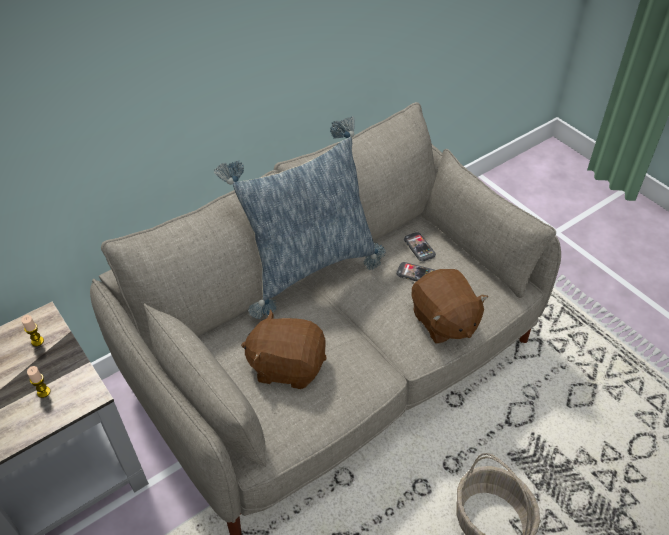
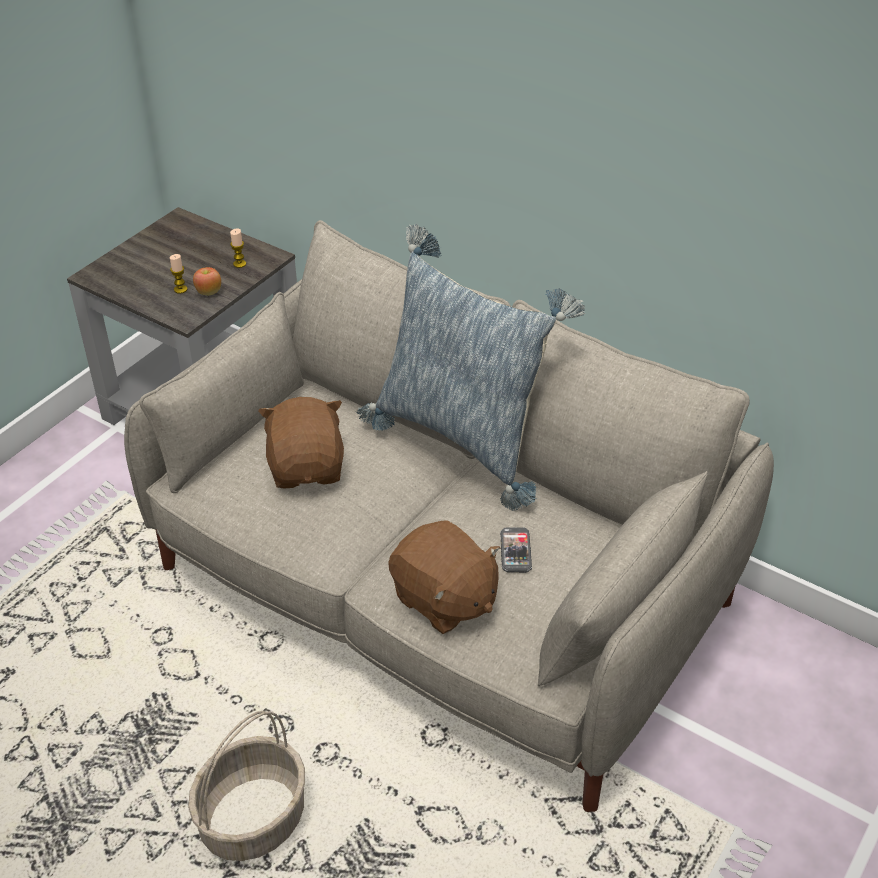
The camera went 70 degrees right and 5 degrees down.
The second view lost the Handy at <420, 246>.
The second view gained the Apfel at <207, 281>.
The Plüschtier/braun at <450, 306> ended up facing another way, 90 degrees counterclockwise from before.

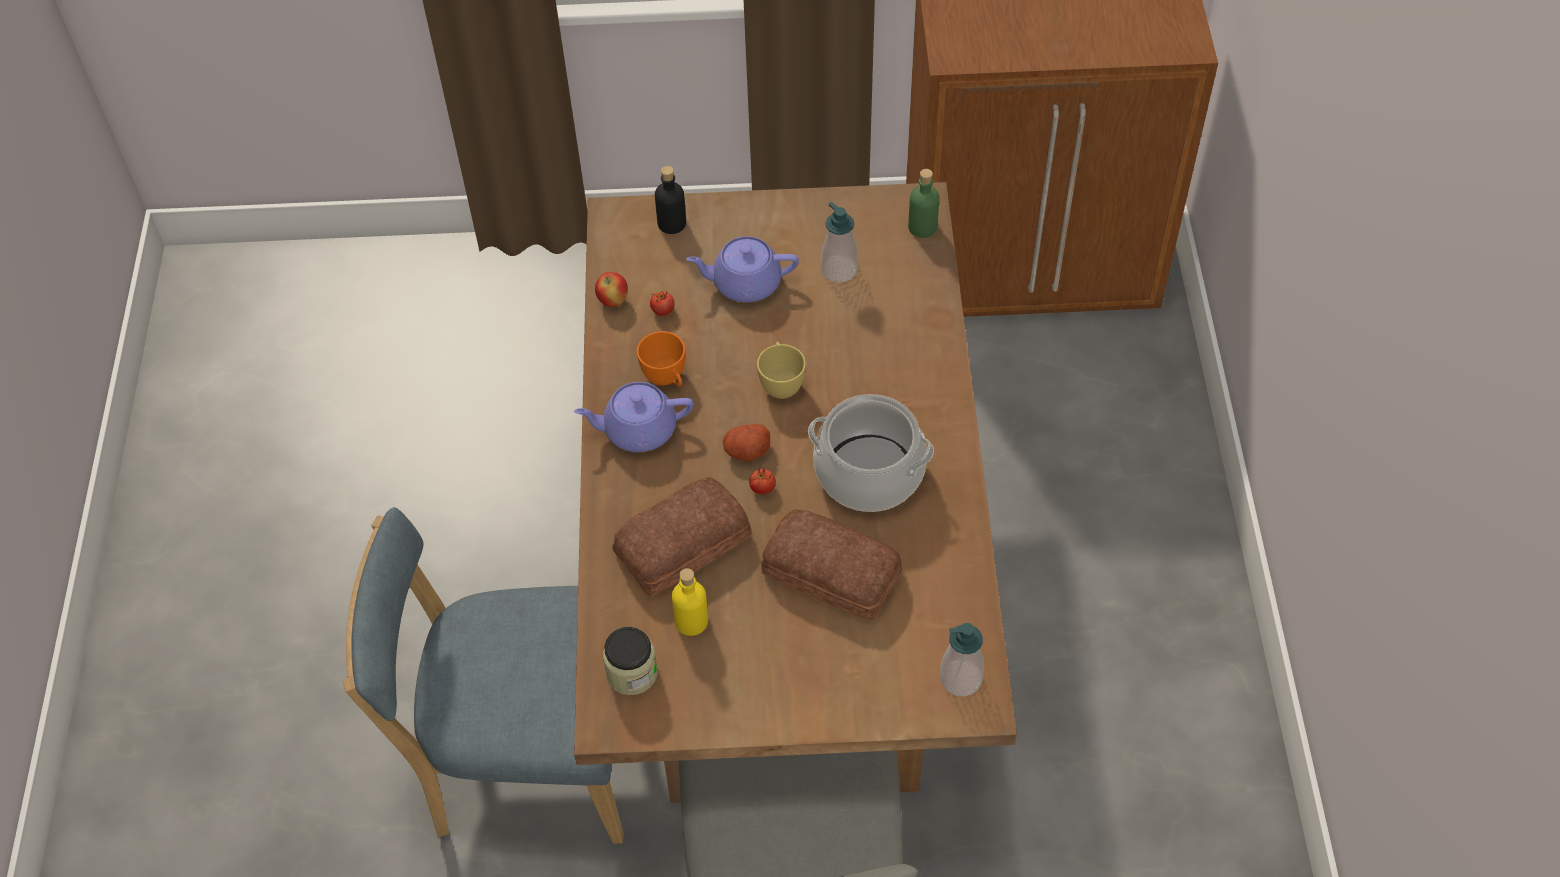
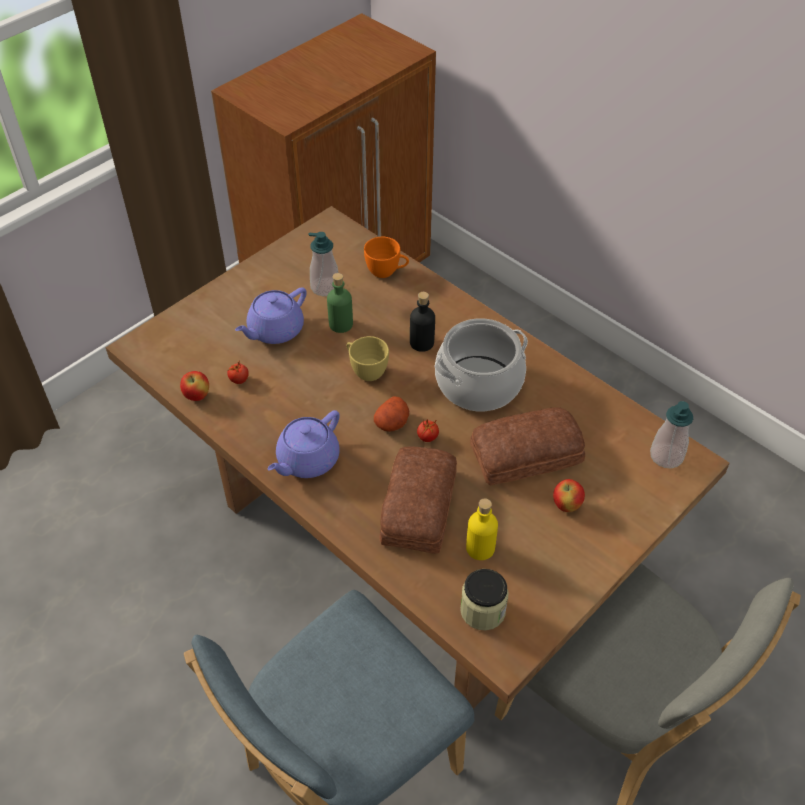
The camera went 45 degrees left and 5 degrees down.
The second view gained the Apfel at <569, 495>.
The Tasse/orange ended up elsewhere, having gone from <661, 358> to <386, 257>.
The Flasche/schwarz ended up elsewhere, having gone from <670, 200> to <422, 322>.
The Flasche/grün ended up elsewhere, having gone from <923, 203> to <340, 303>.

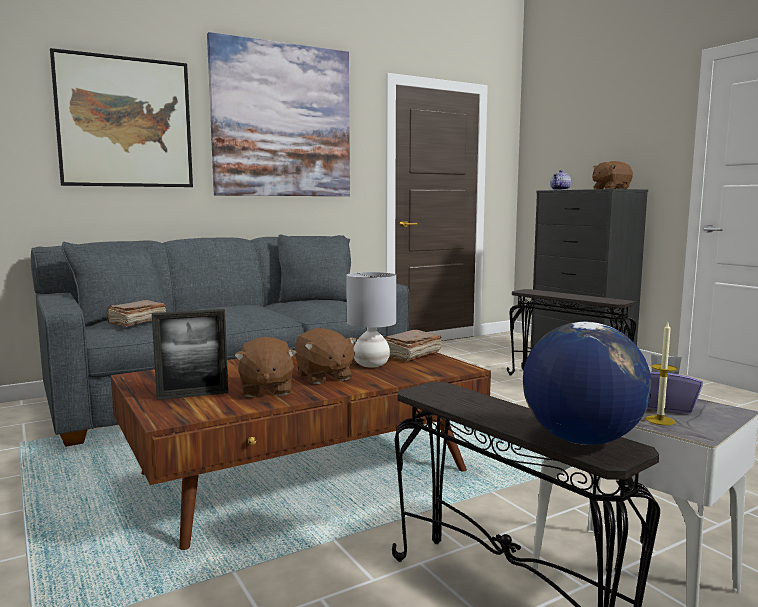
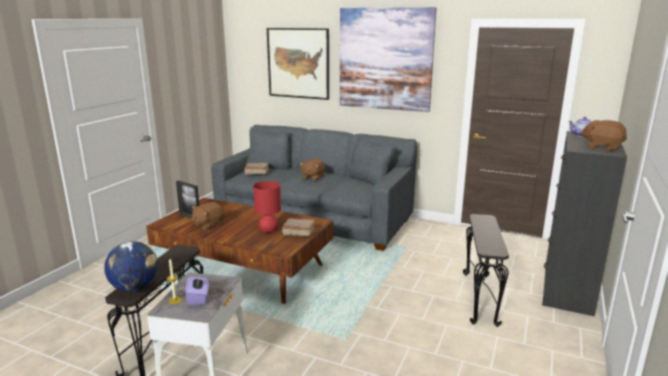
The camera went 55 degrees right and 10 degrees up.
The Plüschtier/braun ended up elsewhere, having gone from <326, 356> to <312, 169>.
What was the Tischlampe/grau at <371, 320> turned into the Tischlampe/rot at <267, 207>.

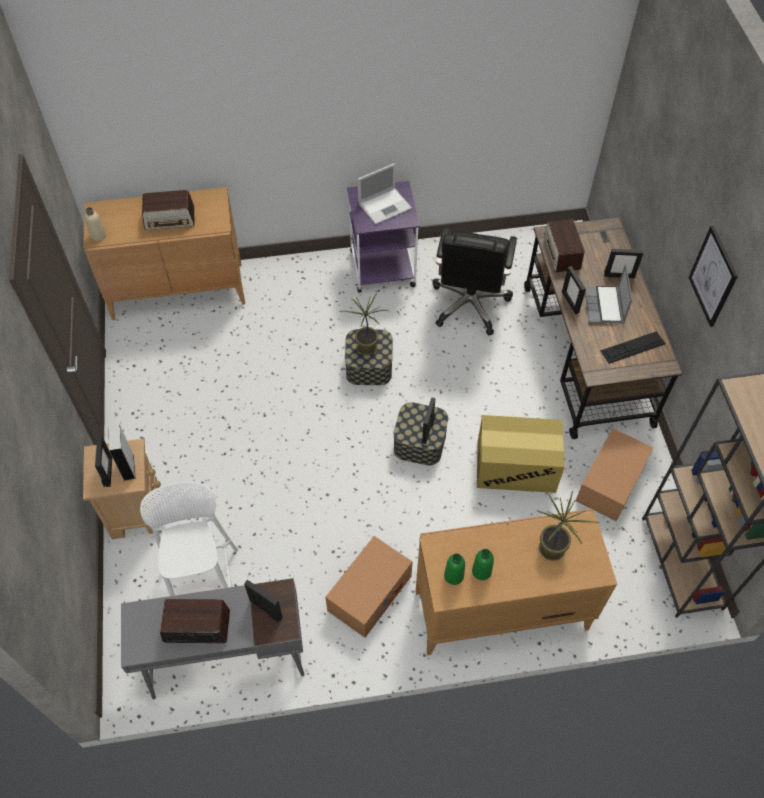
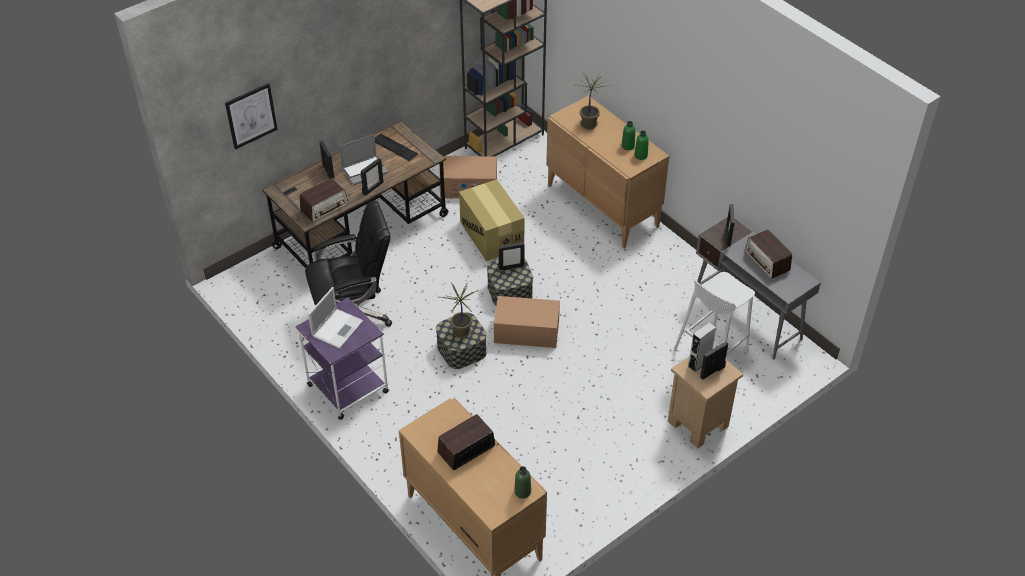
The camera went 120 degrees left and 10 degrees down.
The Karton ended up elsewhere, having gone from <369, 587> to <527, 322>.
The Bild ended up elsewhere, having gone from <713, 276> to <251, 116>.
What was the Flasche/beige at <95, 224> turned into the Flasche/grün at <522, 482>.
The Radio at <168, 210> ended up facing another way, 90 degrees counterclockwise from before.
The Laptop at <385, 194> ended up facing another way, 90 degrees clockwise from before.

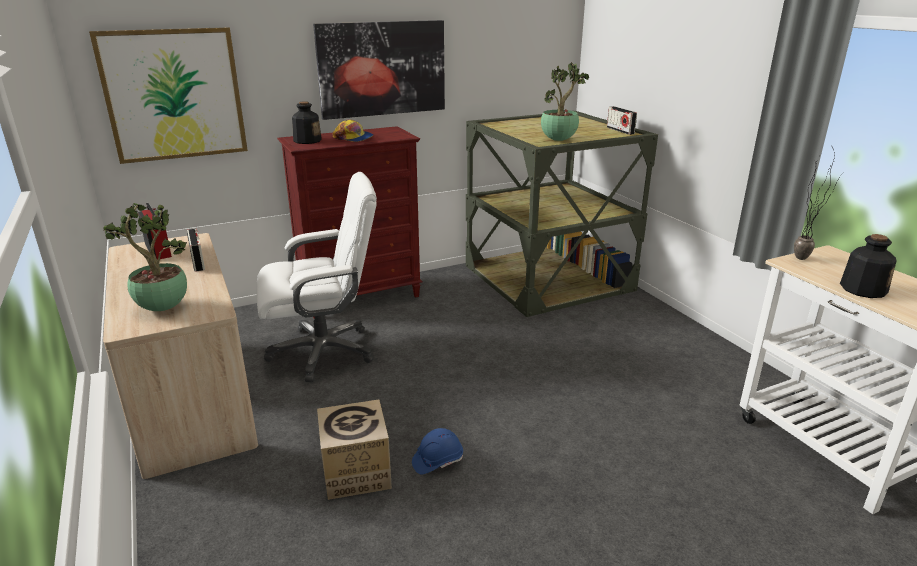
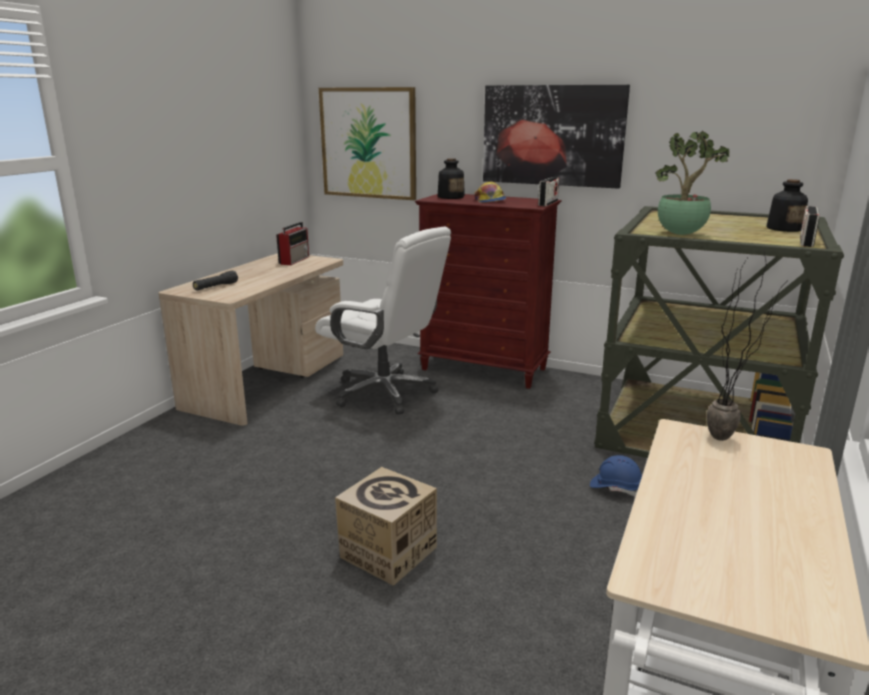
The camera went 50 degrees right and 5 degrees down.
The Radio ended up elsewhere, having gone from <196, 250> to <548, 191>.
The Karton ended up elsewhere, having gone from <354, 450> to <386, 526>.
The Schutzhelm/blau ended up elsewhere, having gone from <437, 451> to <616, 475>.
The Flasche ended up elsewhere, having gone from <868, 266> to <787, 205>.
Where the Topfpflanze stood at <145, 257>, the Taschenlampe/schwarz came to stand at <215, 280>.

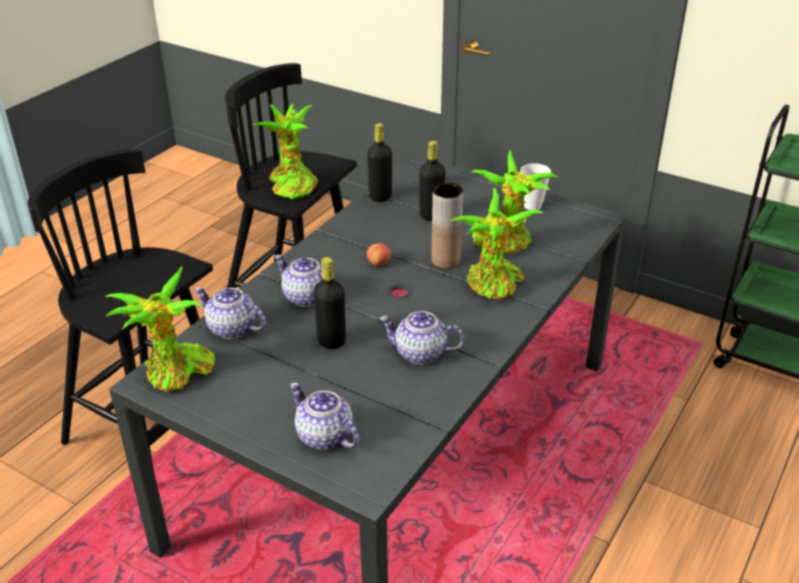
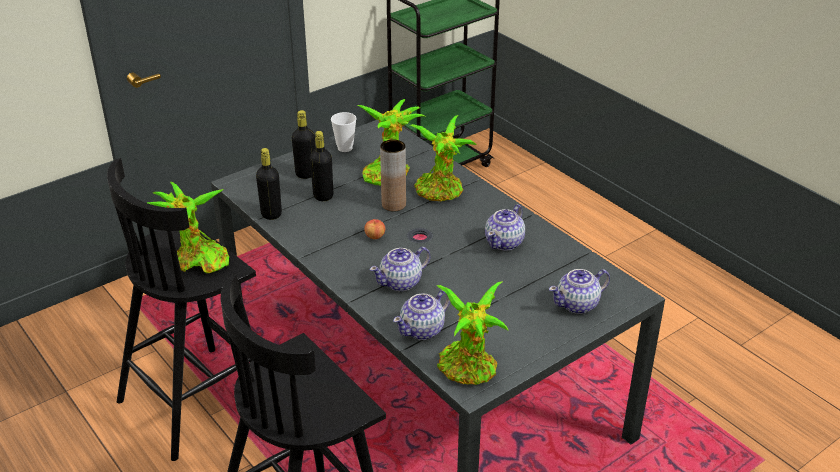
The camera went 70 degrees left and 0 degrees up.
The Flasche/schwarz ended up elsewhere, having gone from <329, 303> to <304, 144>.

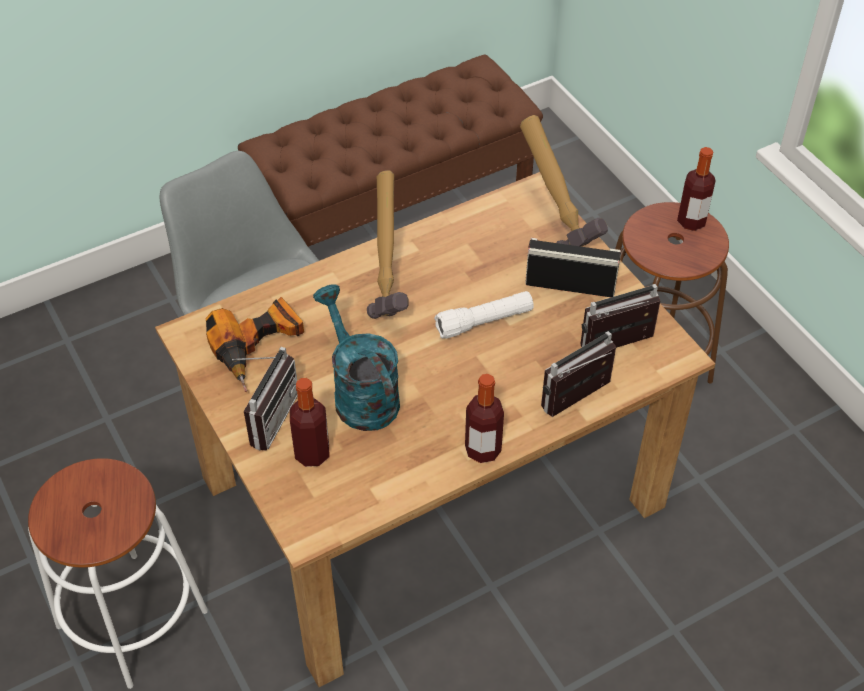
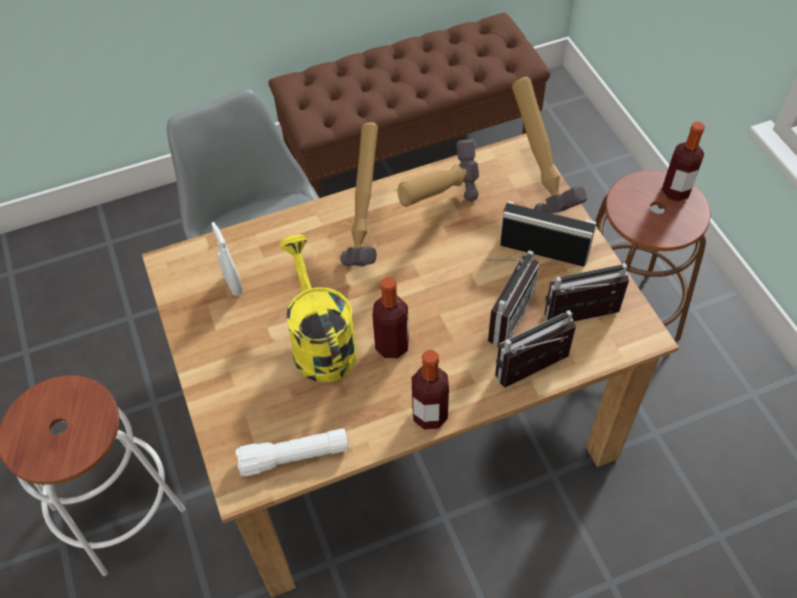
The camera went 10 degrees right and 5 degrees up.
The second view gained the Hammer at <438, 173>.
The Radio ended up elsewhere, having gone from <265, 399> to <512, 298>.
The Flasche ended up elsewhere, having gone from <309, 422> to <390, 318>.
The Taschenlampe/weiß ended up elsewhere, having gone from <484, 315> to <292, 452>.
Where the Bohrmaschine stood at <255, 344>, the Sprühflasche/weiß came to stand at <227, 259>.
What was the Gießkanne/türkis at <356, 357> turned into the Gießkanne/gelb at <318, 308>.

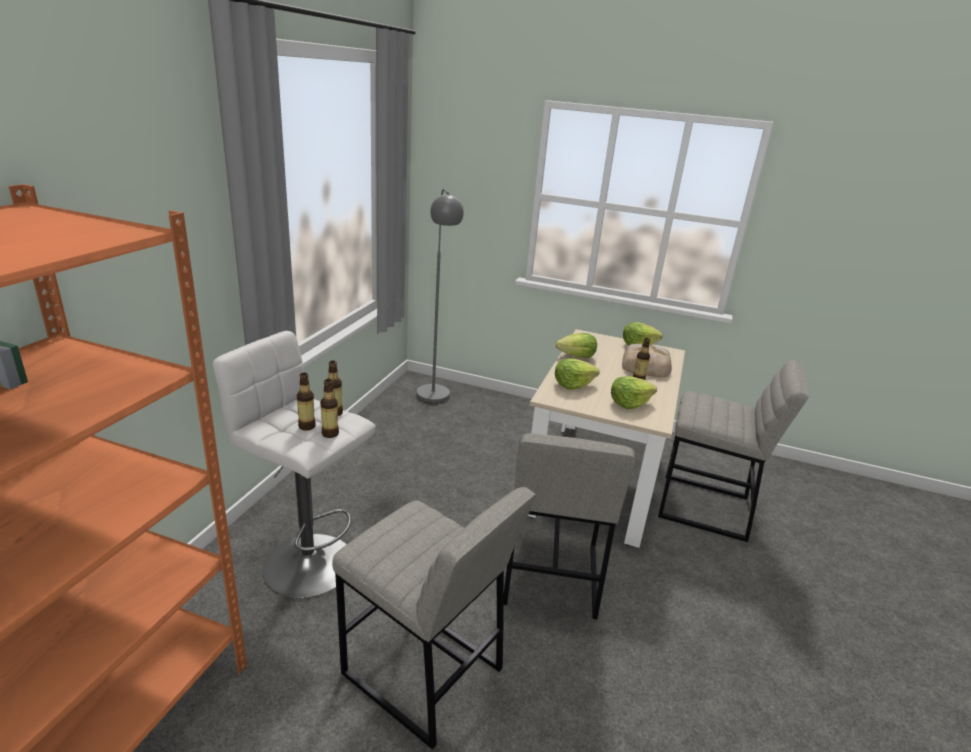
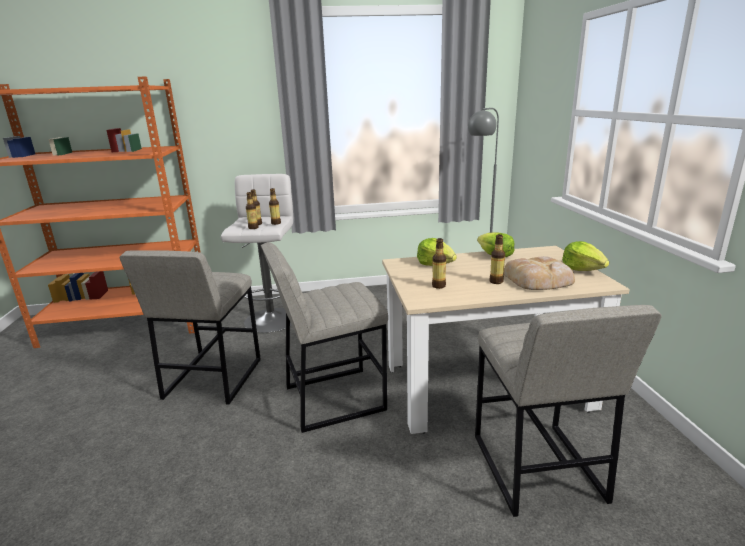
The camera went 65 degrees right and 5 degrees down.
Where the Salatkopf stood at <634, 392>, the Flasche came to stand at <439, 263>.

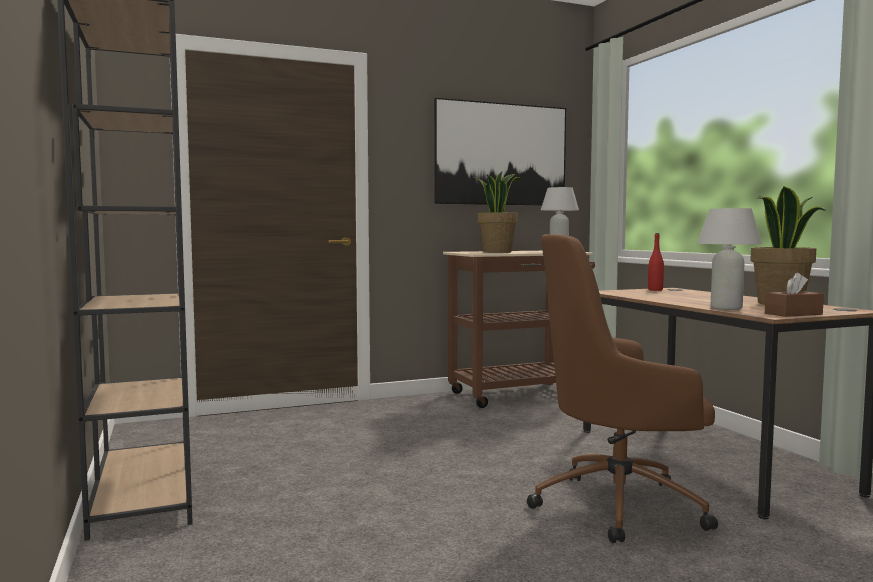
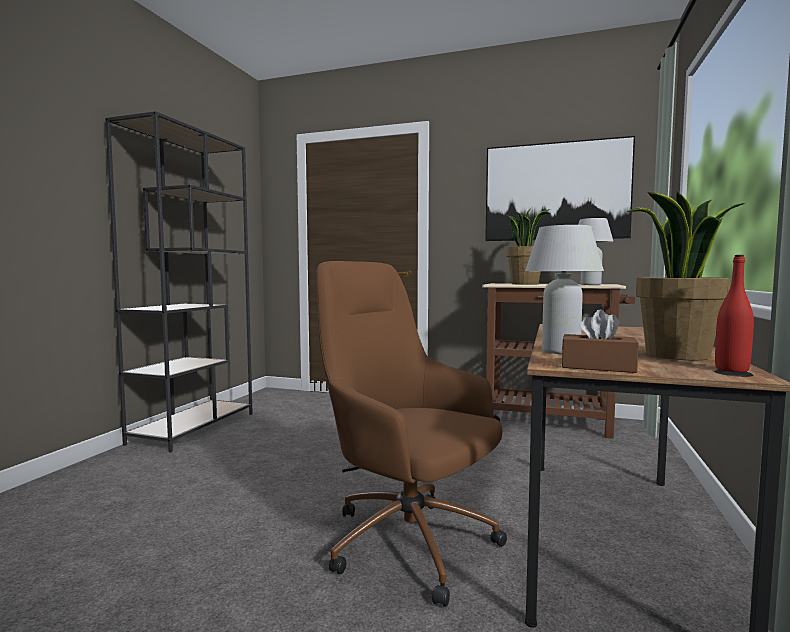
The camera went 40 degrees right and 0 degrees up.
The Flasche/rot ended up elsewhere, having gone from <656, 262> to <734, 313>.

